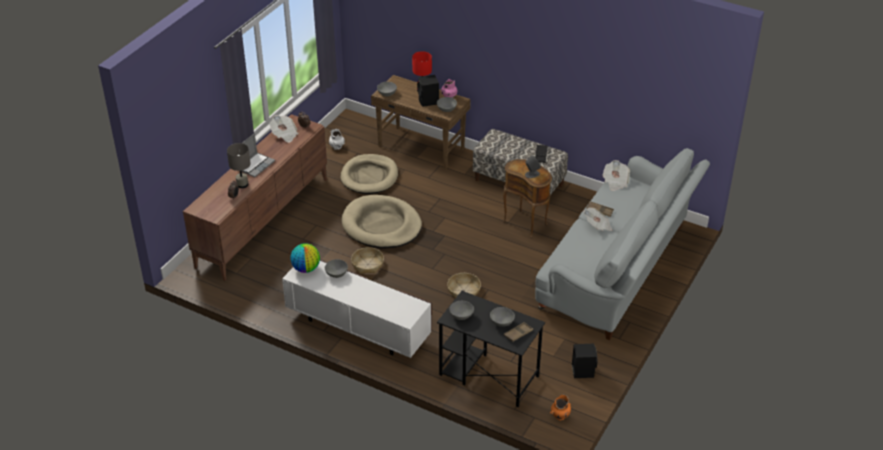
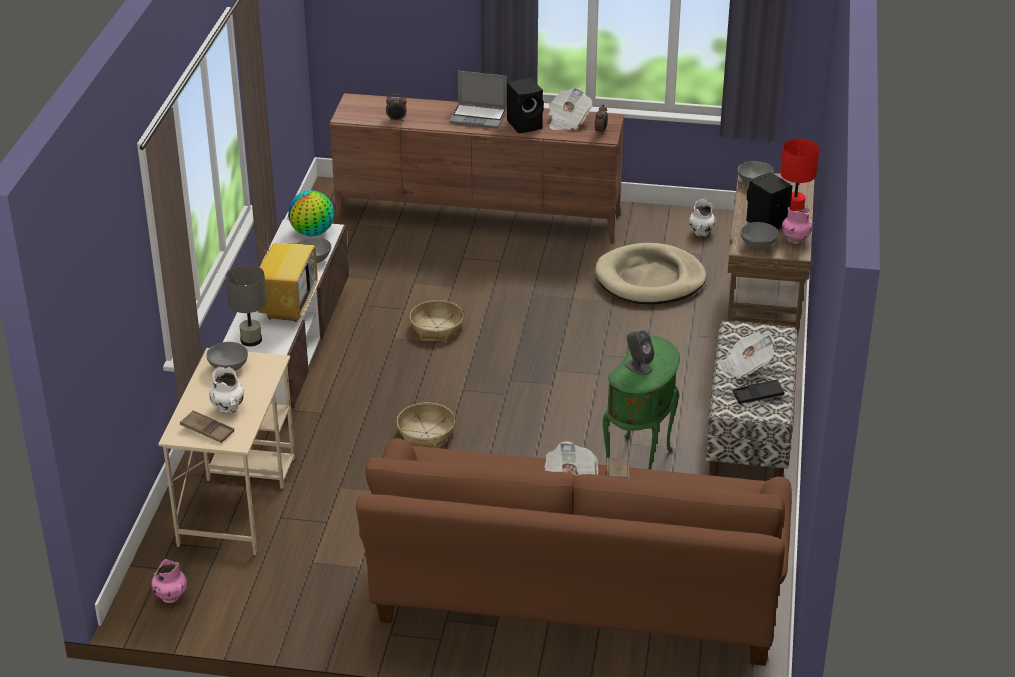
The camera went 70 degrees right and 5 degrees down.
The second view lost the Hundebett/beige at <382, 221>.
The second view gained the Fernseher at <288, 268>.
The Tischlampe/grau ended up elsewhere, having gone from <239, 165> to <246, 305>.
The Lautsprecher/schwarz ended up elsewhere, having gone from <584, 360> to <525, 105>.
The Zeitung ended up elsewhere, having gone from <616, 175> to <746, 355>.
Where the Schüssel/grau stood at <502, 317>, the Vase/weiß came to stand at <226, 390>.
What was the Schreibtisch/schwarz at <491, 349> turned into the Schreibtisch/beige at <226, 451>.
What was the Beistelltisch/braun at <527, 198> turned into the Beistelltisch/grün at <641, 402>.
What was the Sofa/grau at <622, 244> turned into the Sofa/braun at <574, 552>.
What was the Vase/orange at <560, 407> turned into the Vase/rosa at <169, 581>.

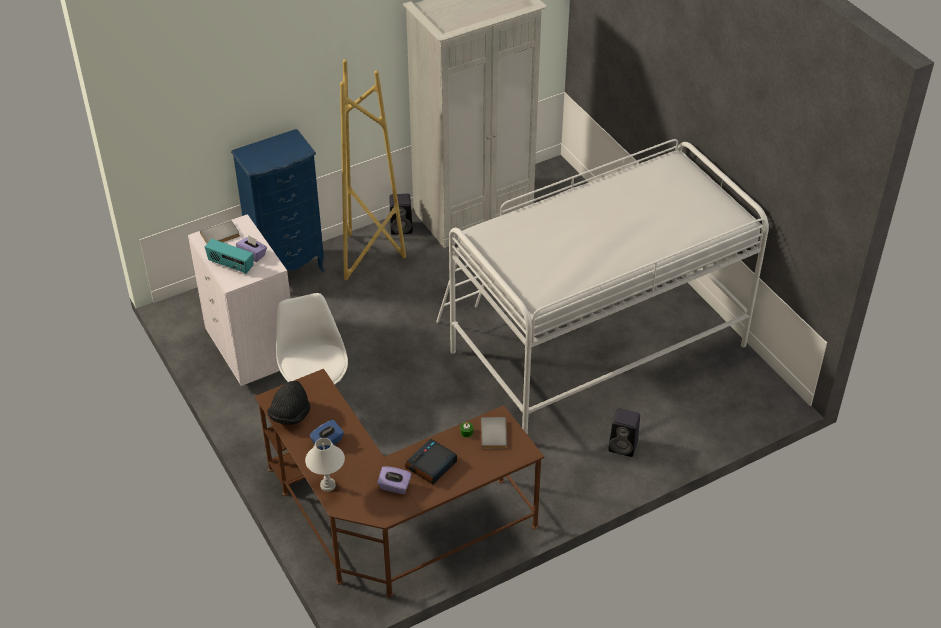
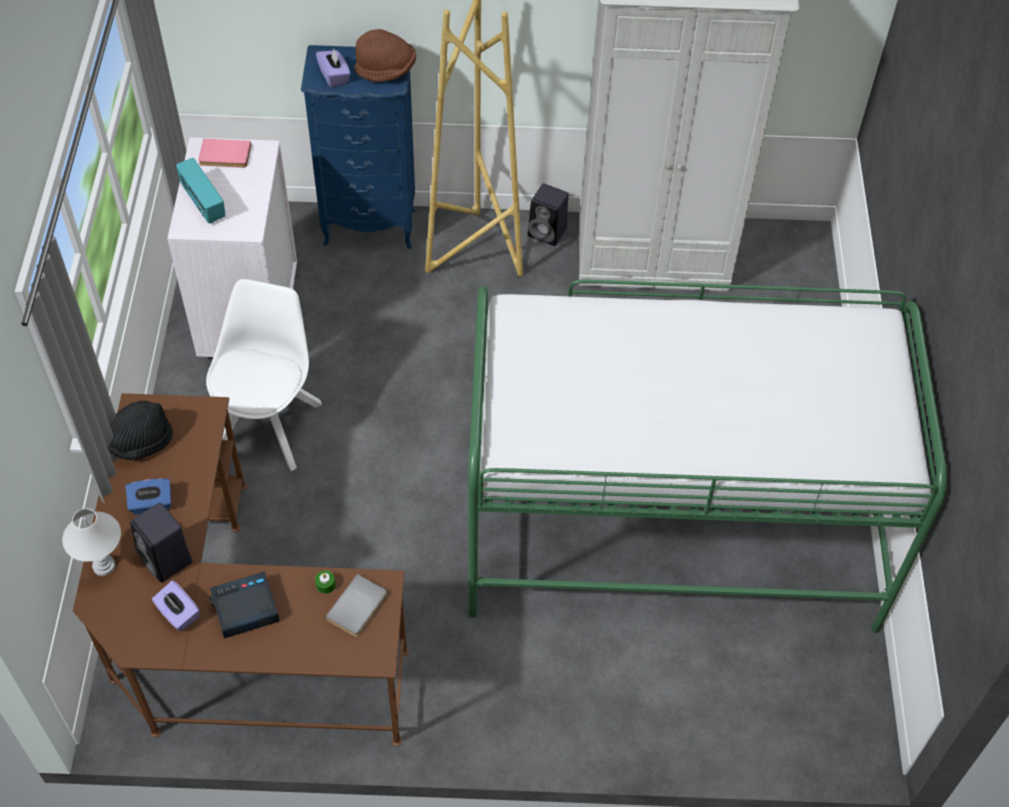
The camera went 30 degrees right and 10 degrees up.
The second view gained the Hut/braun at <385, 55>.
The Taschentuchbox/lila ended up elsewhere, having gone from <251, 248> to <333, 68>.
The Lautsprecher/schwarz ended up elsewhere, having gone from <624, 432> to <161, 543>.
What was the Buch/grau at <220, 232> turned into the Buch/rosa at <224, 153>.
What was the Bett/weiß at <602, 287> turned into the Bett/grün at <707, 456>.

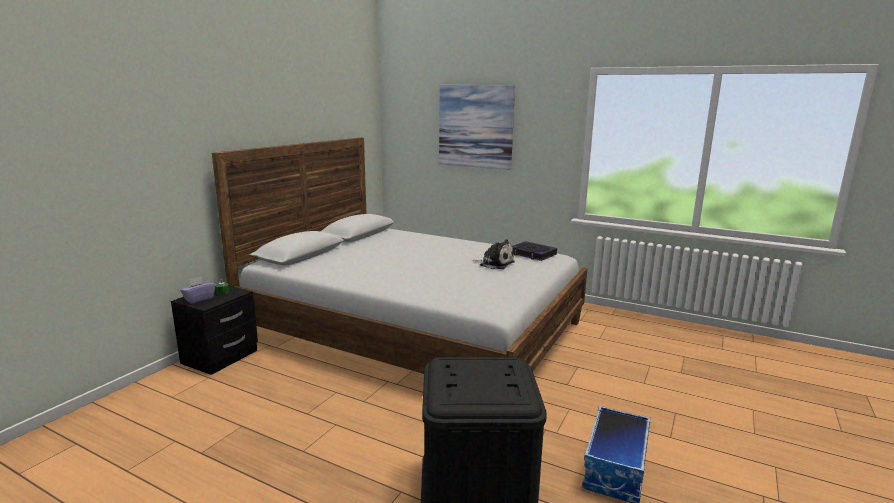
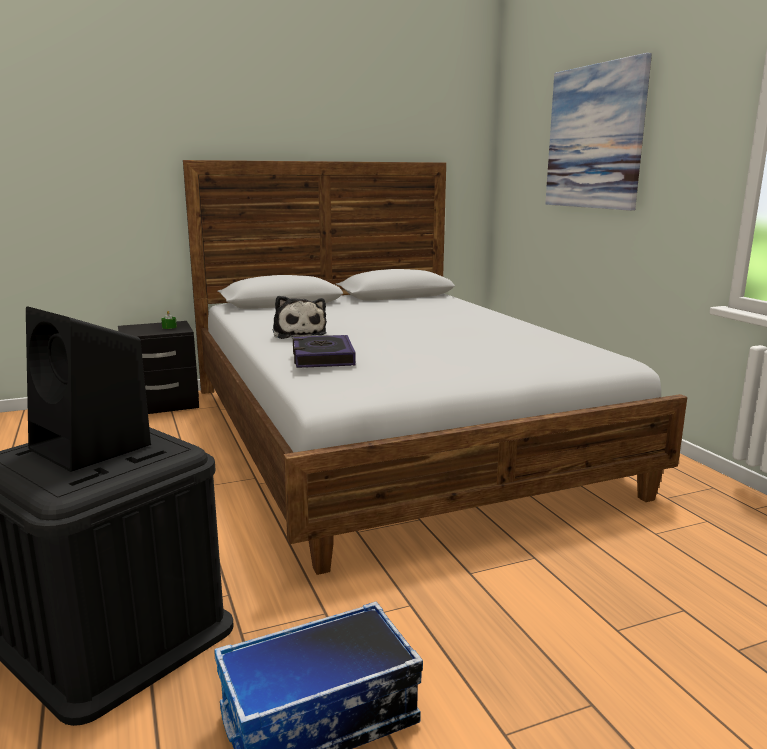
The camera went 40 degrees right and 0 degrees up.
The second view lost the Taschentuchbox/lila at <197, 289>.
The second view gained the Lautsprecher/schwarz at <88, 389>.
The Plüschtier ended up elsewhere, having gone from <494, 254> to <300, 317>.
The Buch ended up elsewhere, having gone from <534, 251> to <324, 351>.

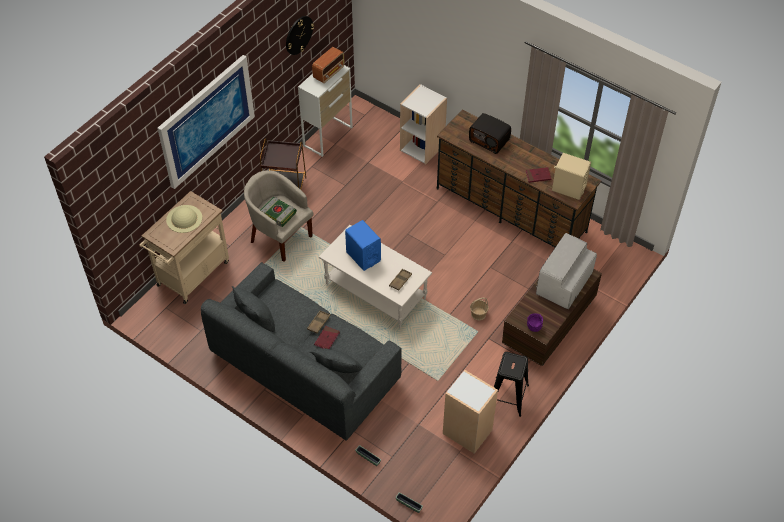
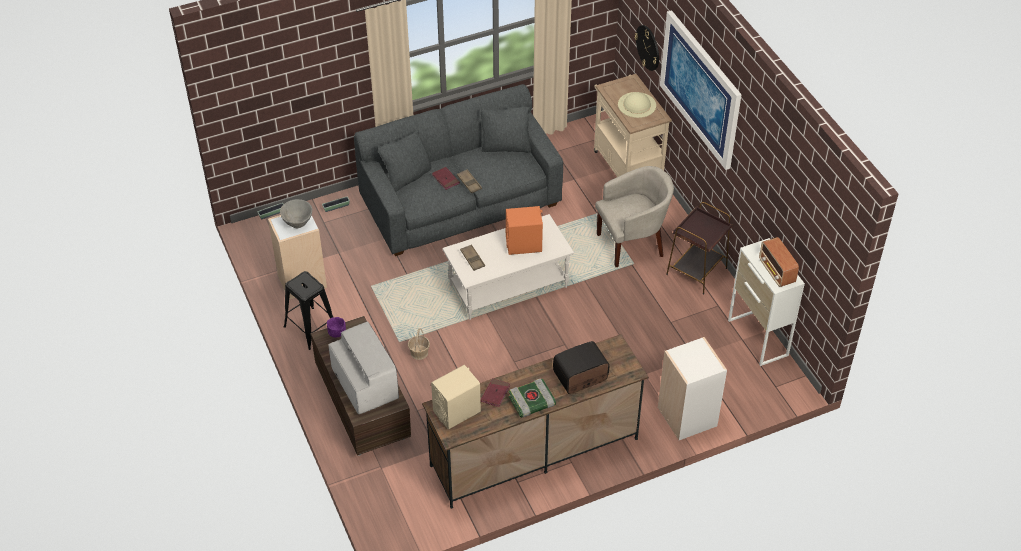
The camera went 120 degrees right and 5 degrees down.
The second view gained the Schüssel/grau at <296, 213>.
The Buch ended up elsewhere, having gone from <278, 212> to <532, 398>.
The Wanduhr ended up elsewhere, having gone from <300, 35> to <647, 48>.
What was the Lautsprecher/blau at <363, 245> turned into the Lautsprecher/orange at <524, 230>.

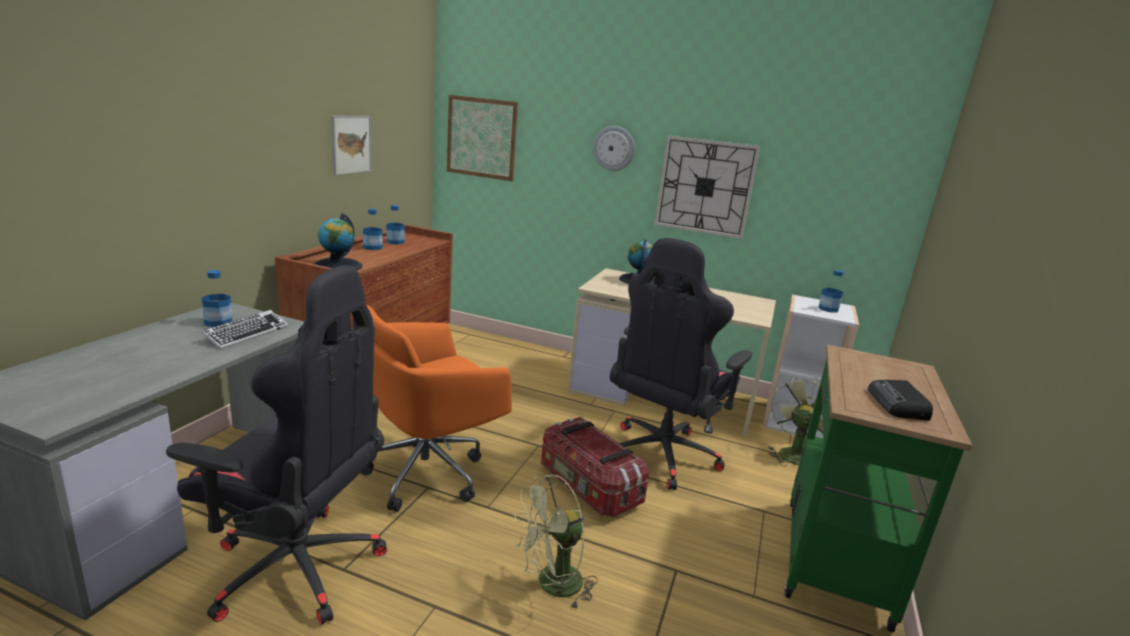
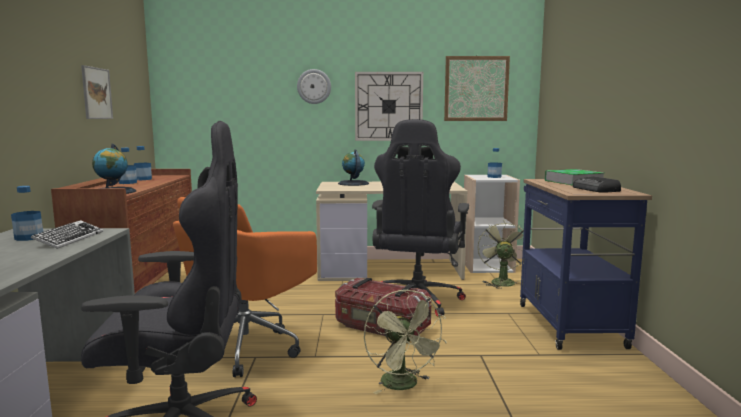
The camera went 20 degrees left and 10 degrees down.
The second view gained the Buch at <574, 177>.
The Bild ended up elsewhere, having gone from <482, 138> to <477, 88>.
What was the Rollwagen/grün at <878, 488> turned into the Rollwagen/blau at <586, 264>.
The Ventilator/grün at <556, 542> ended up facing another way, 60 degrees counterclockwise from before.

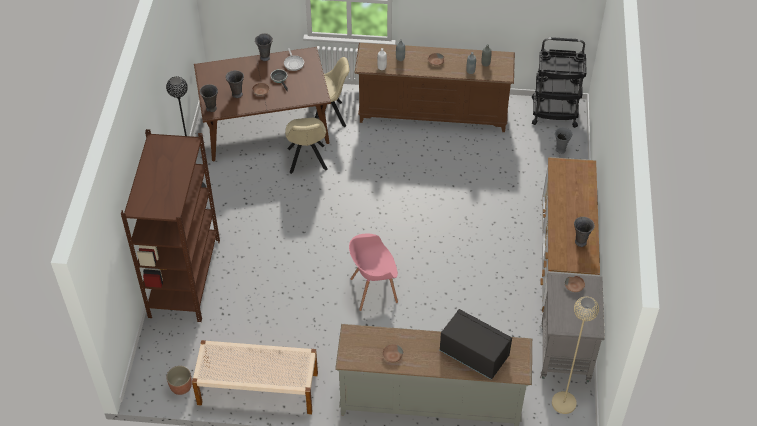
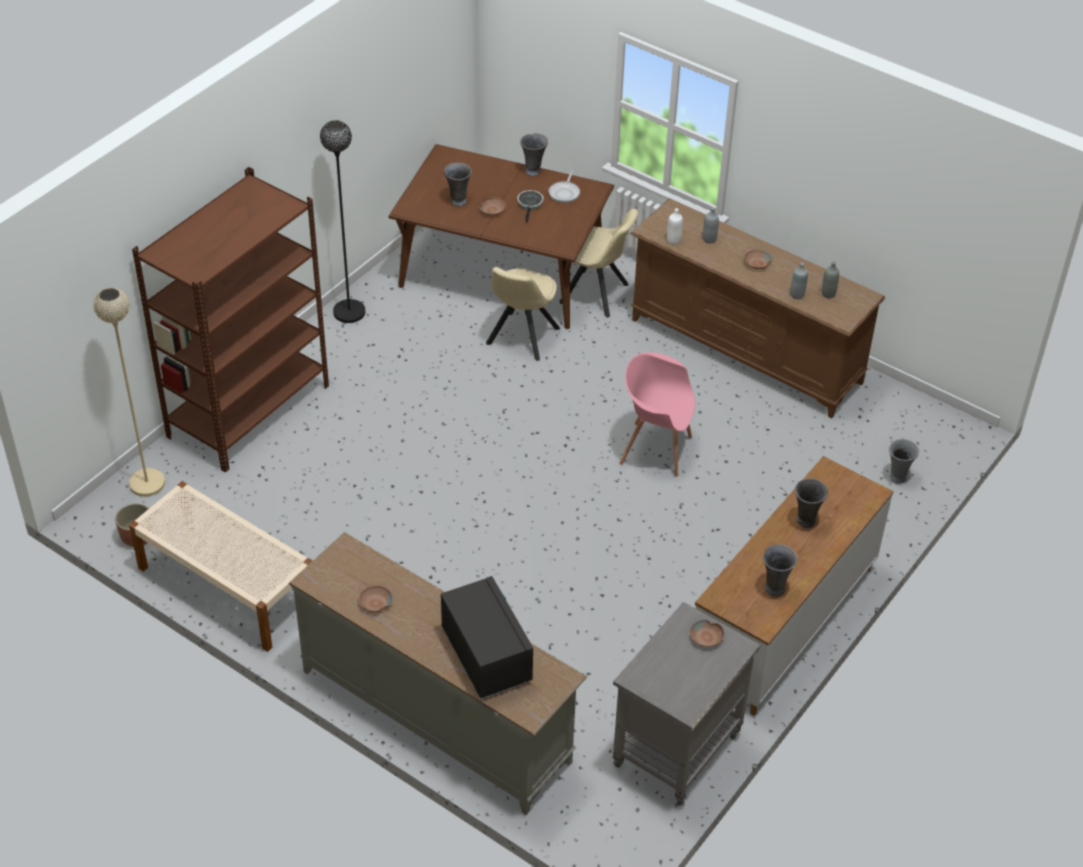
The camera went 30 degrees right and 5 degrees down.
The second view lost the Rollwagen/schwarz at <559, 82>.
The Vase/grau ended up elsewhere, having gone from <209, 98> to <811, 503>.
The Stuhl/rosa ended up elsewhere, having gone from <373, 272> to <657, 414>.
The Stehlampe/beige ended up elsewhere, having gone from <575, 355> to <129, 392>.

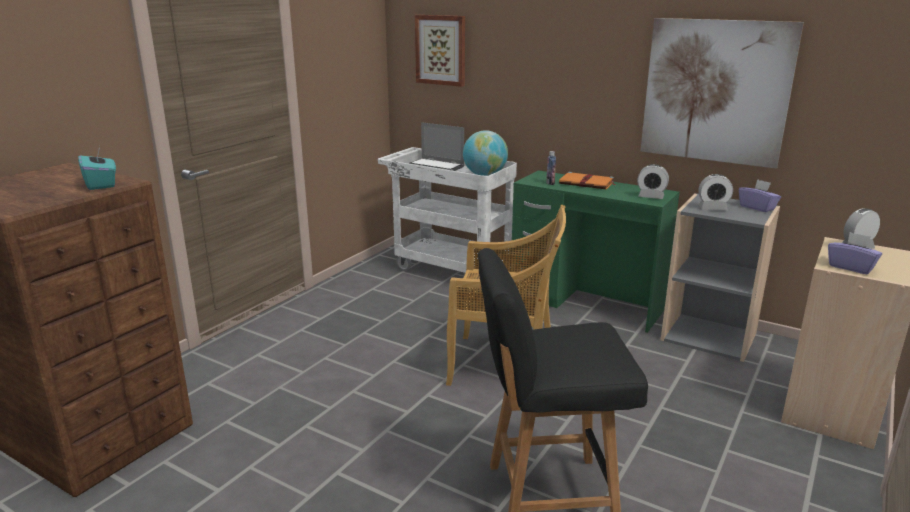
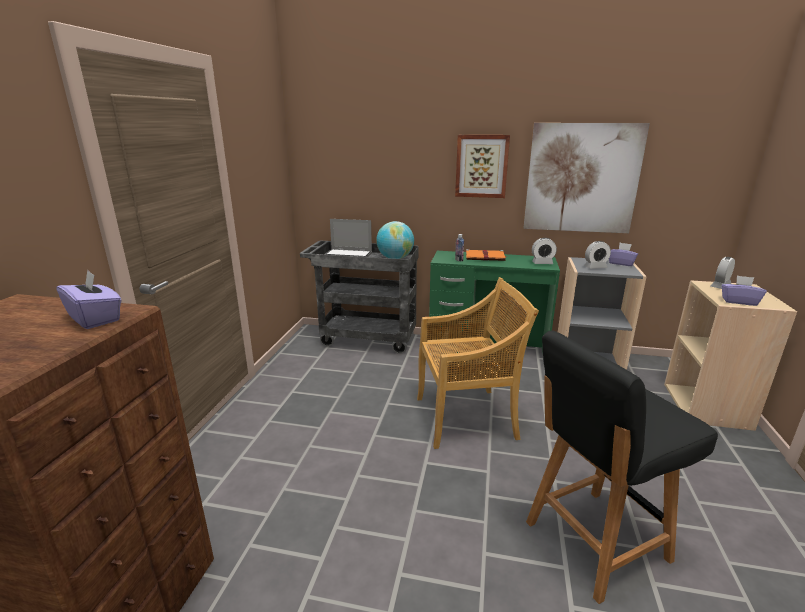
The camera went 20 degrees left and 0 degrees up.
The Bild ended up elsewhere, having gone from <440, 51> to <482, 166>.
What was the Taschentuchbox/türkis at <97, 168> turned into the Taschentuchbox/lila at <88, 299>.
What was the Rollwagen/weiß at <447, 210> turned into the Rollwagen/schwarz at <359, 297>.

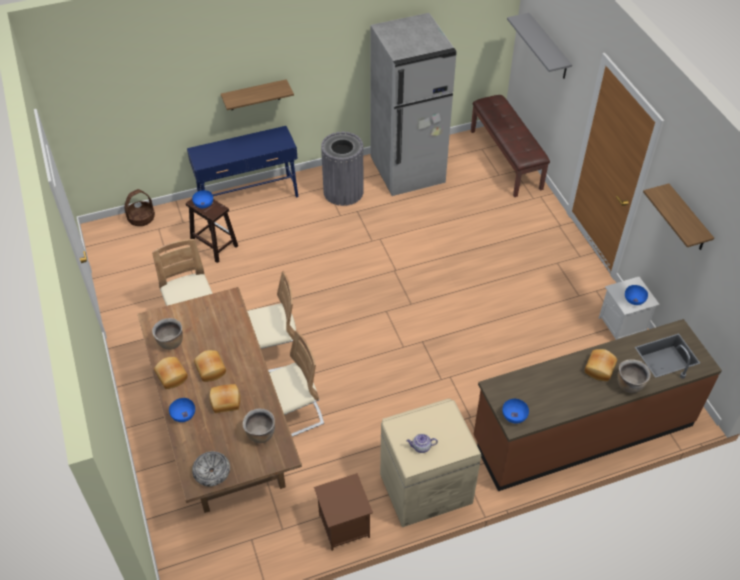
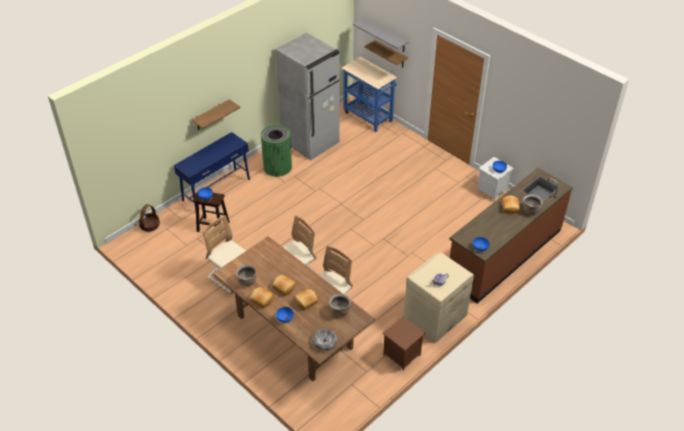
The camera went 25 degrees left and 5 degrees down.
The Wandregal ended up elsewhere, having gone from <678, 217> to <386, 54>.
Where the Bank/braun stood at <510, 146>, the Rollwagen/blau came to stand at <369, 94>.
What was the Mülleimer/grau at <342, 169> turned into the Mülleimer/grün at <276, 151>.

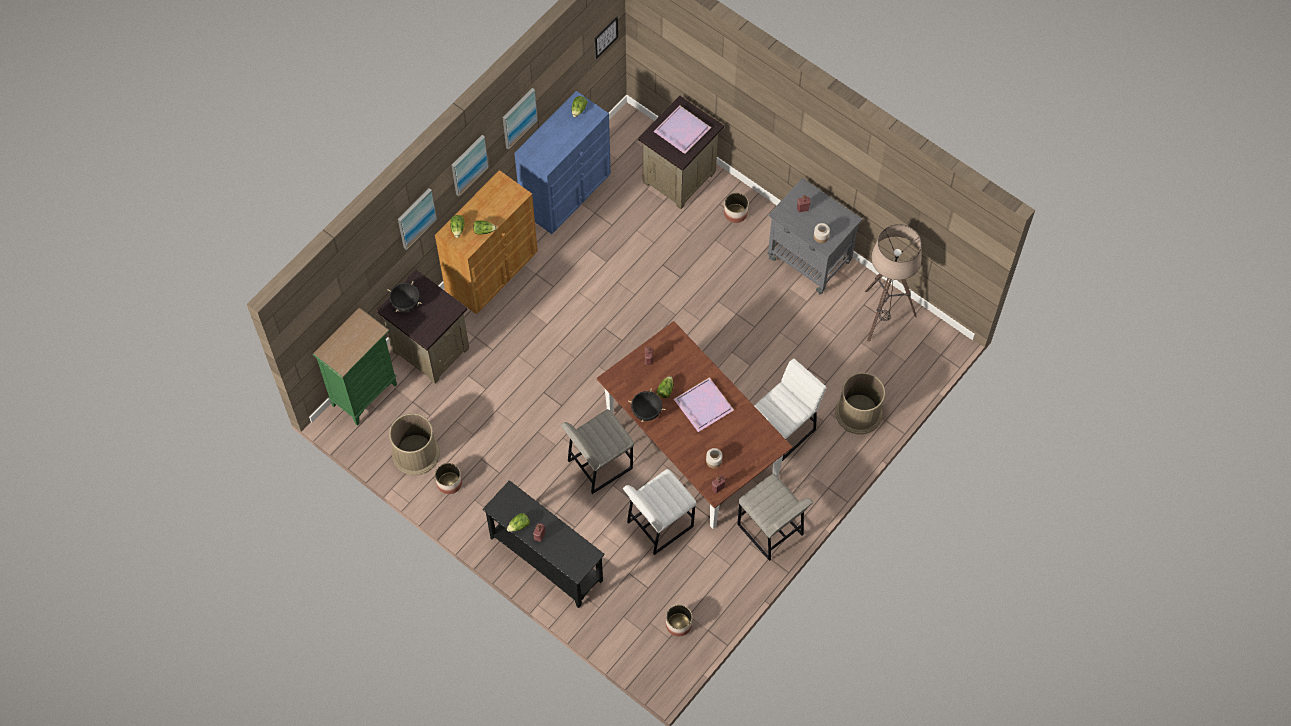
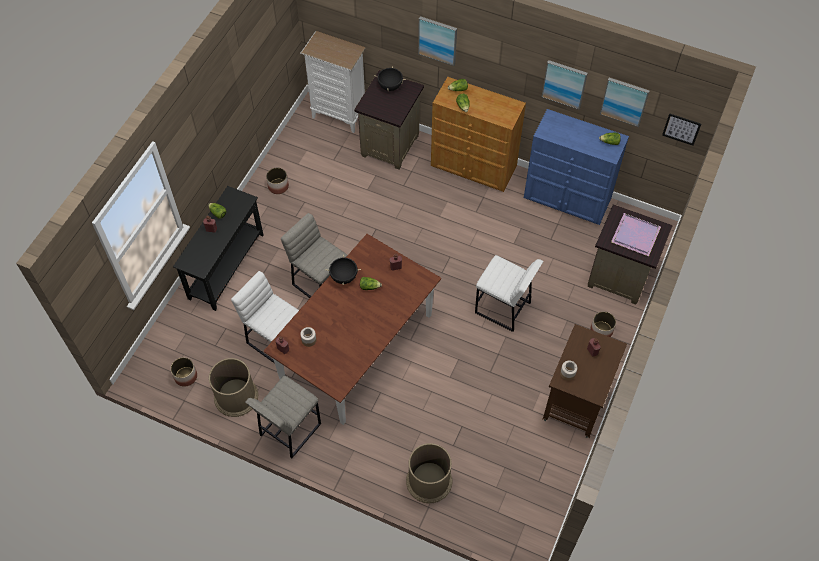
The camera went 75 degrees right and 5 degrees down.
The second view lost the Tablett/lila at <704, 404>.
The second view lost the Stehlampe at <893, 283>.
The Mülleimer/braun ended up elsewhere, having gone from <414, 444> to <233, 387>.
The Bild ended up elsewhere, having gone from <470, 166> to <624, 102>.
The Stuhl/weiß ended up elsewhere, having gone from <790, 409> to <509, 293>.
What was the Kommode/grün at <355, 367> turned into the Kommode/weiß at <333, 82>.
What was the Rollwagen/grau at <815, 236> turned into the Rollwagen/braun at <584, 381>.

